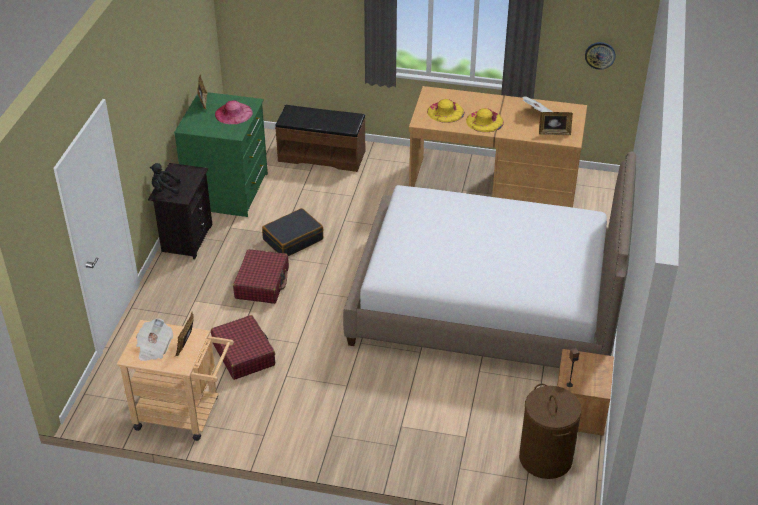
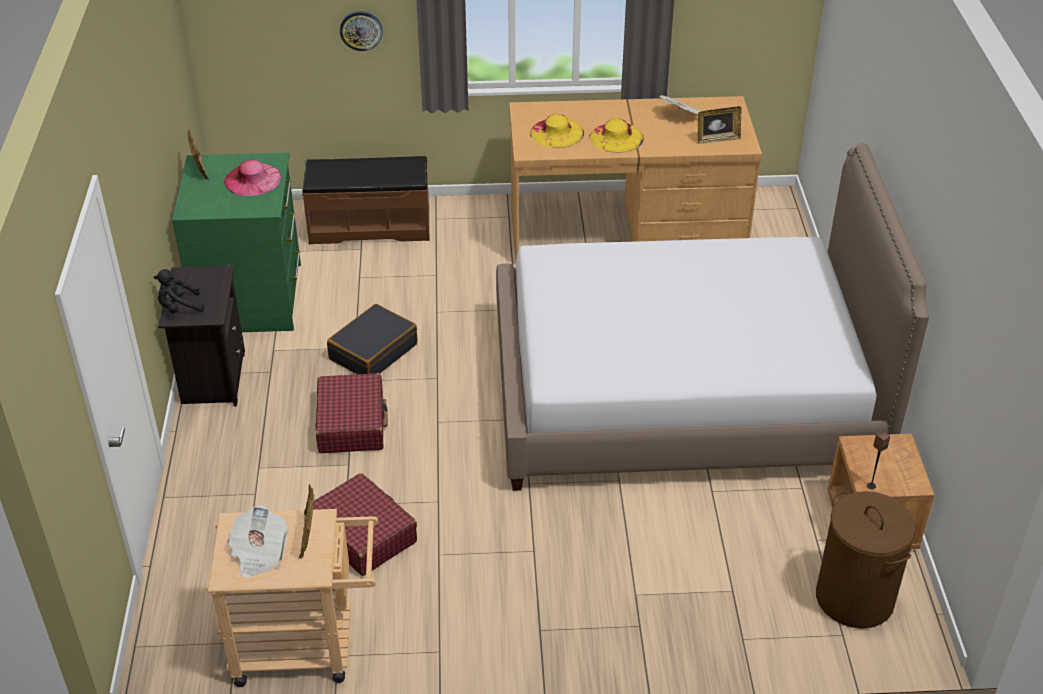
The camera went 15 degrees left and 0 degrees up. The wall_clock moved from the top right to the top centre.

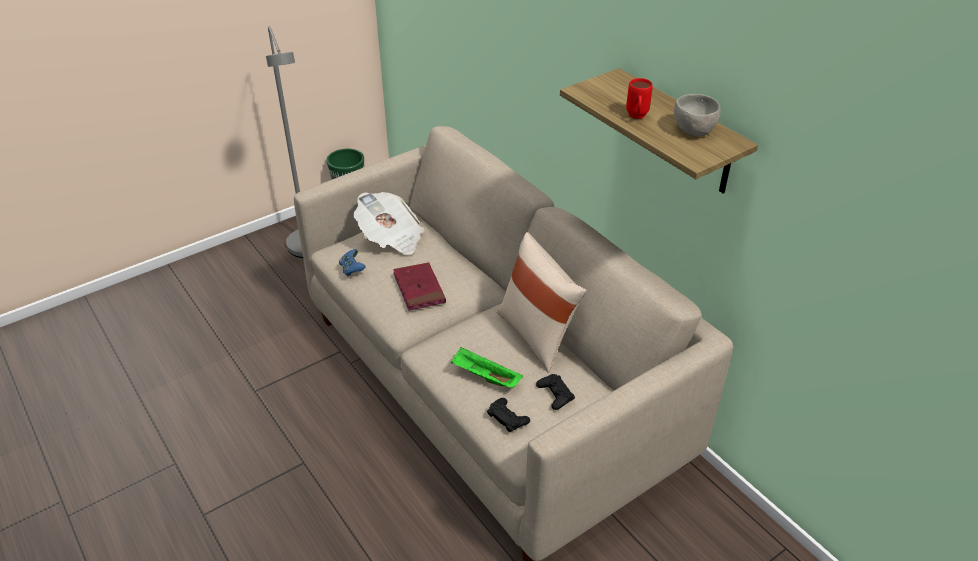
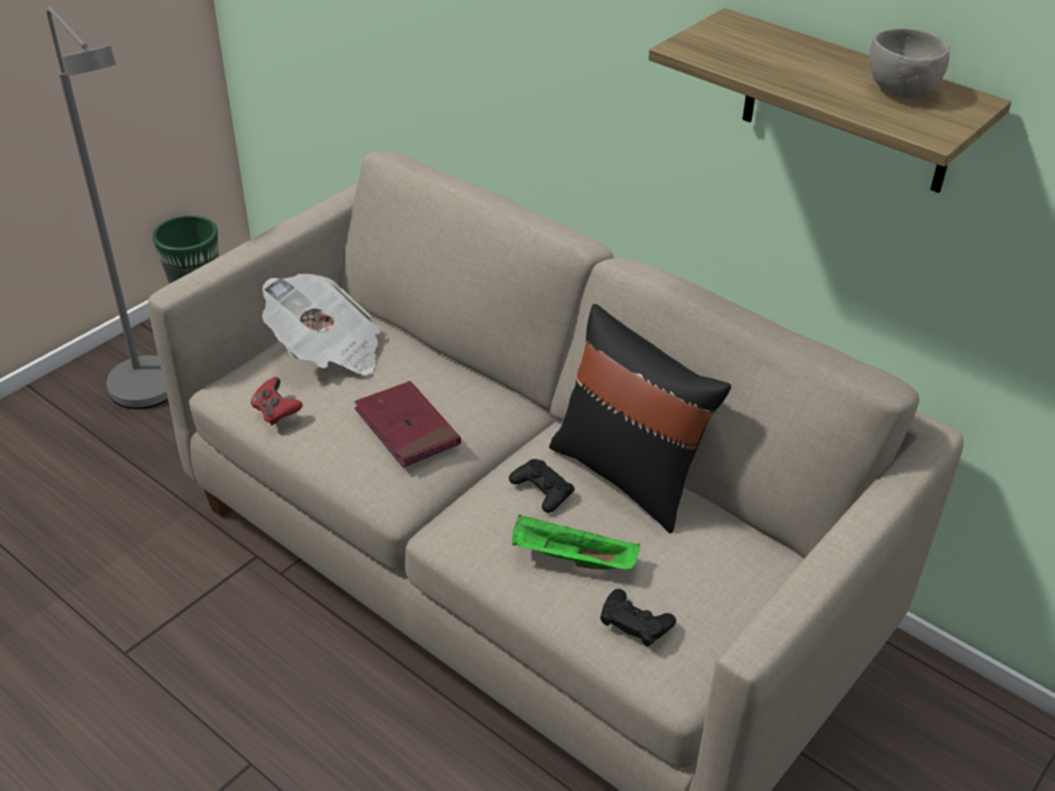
The camera went 15 degrees left and 0 degrees up. The blue_game_controller at the centre became the red_game_controller at the middle left. The beige_pillow at the centre became the black_pillow at the centre. The black_game_controller (no. 2 from left in the first image) moved from the bottom centre to the centre. The red_mug at the top centre disappeared.

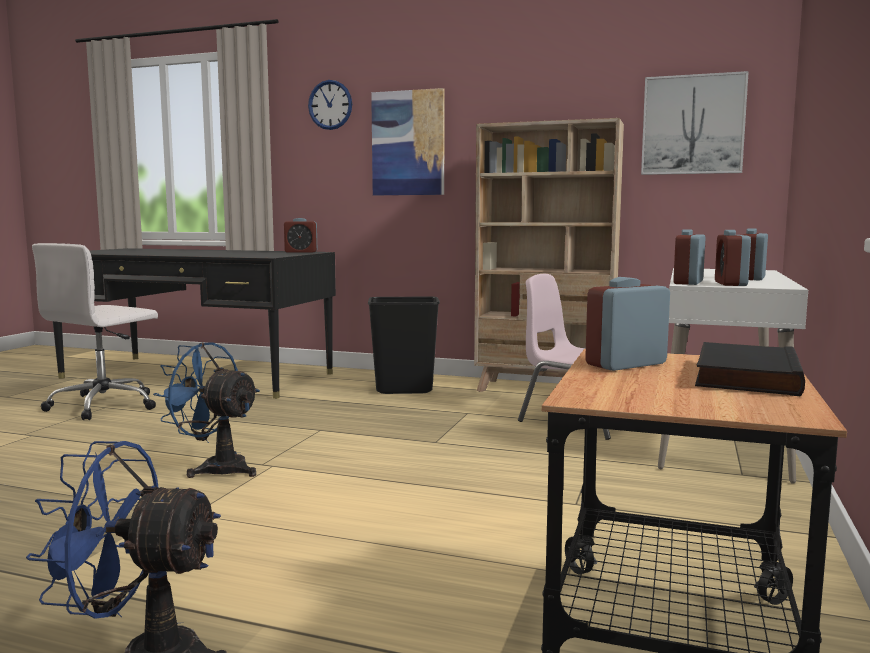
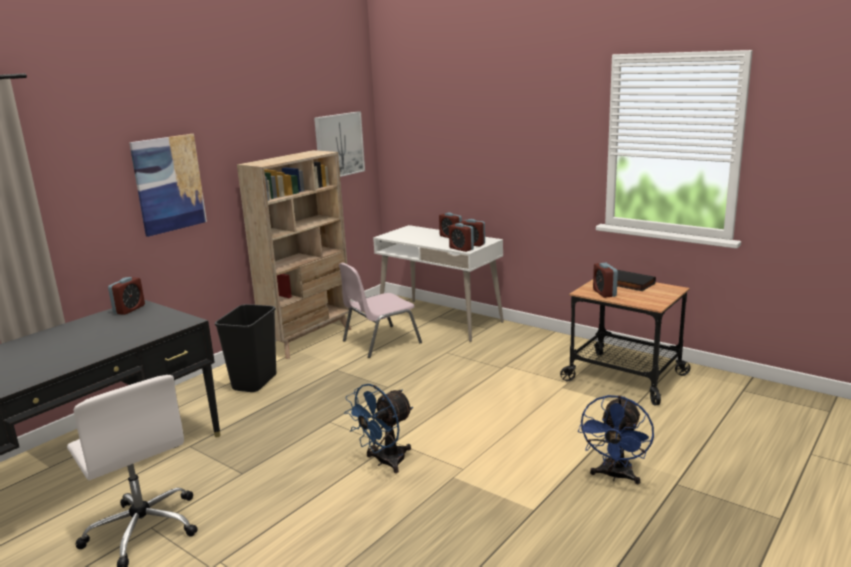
The camera went 70 degrees left and 10 degrees up. The wall_clock at the top centre disappeared.

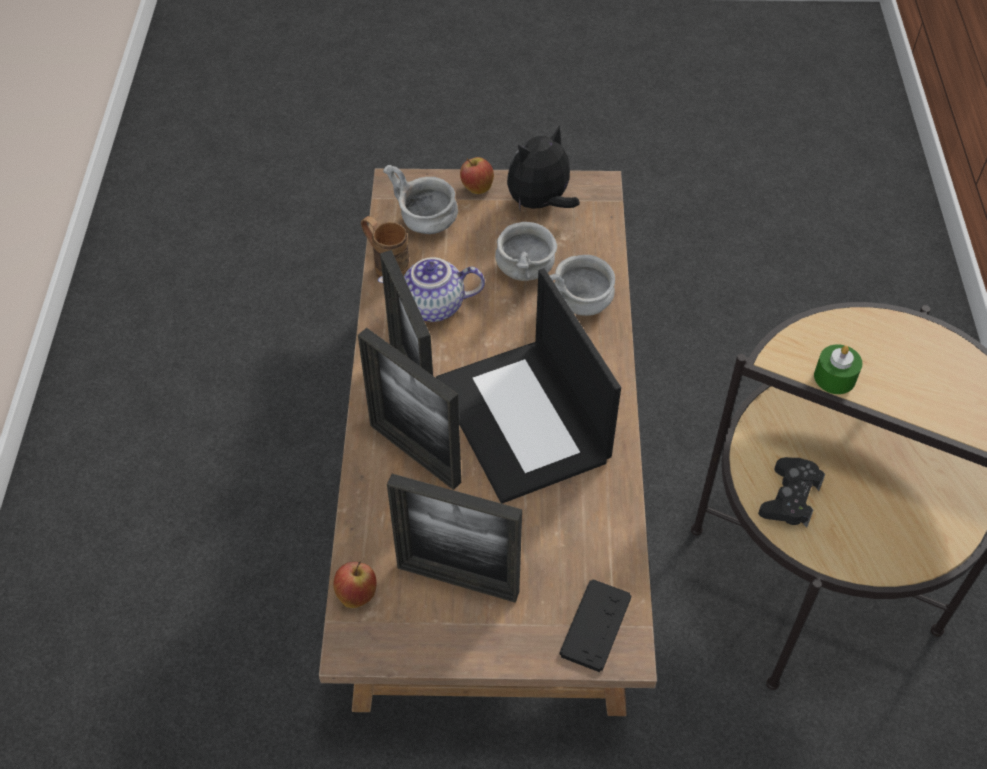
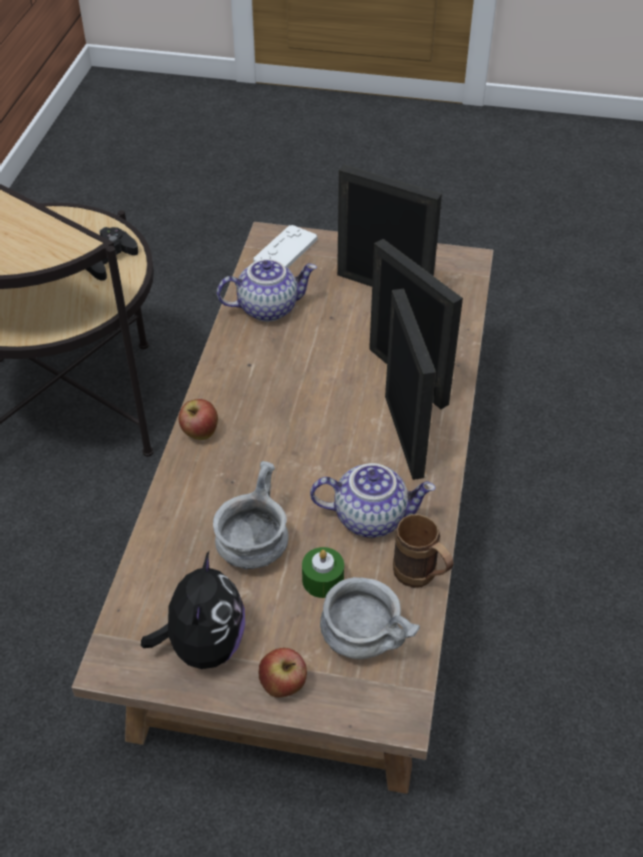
The camera went 170 degrees left and 5 degrees down. The apple (no. 1 from left) moved from the bottom centre to the middle left. The laptop at the centre disappeared. The plush_toy at the top centre turned 60 degrees counterclockwise. The grey_bowl (no. 3 from left) at the centre disappeared. The black_game_controller (no. 1 from left) at the bottom centre became the white_game_controller at the top centre. The green_candle moved from the middle right to the bottom centre. The teapot (no. 1 from left) at the centre appeared.

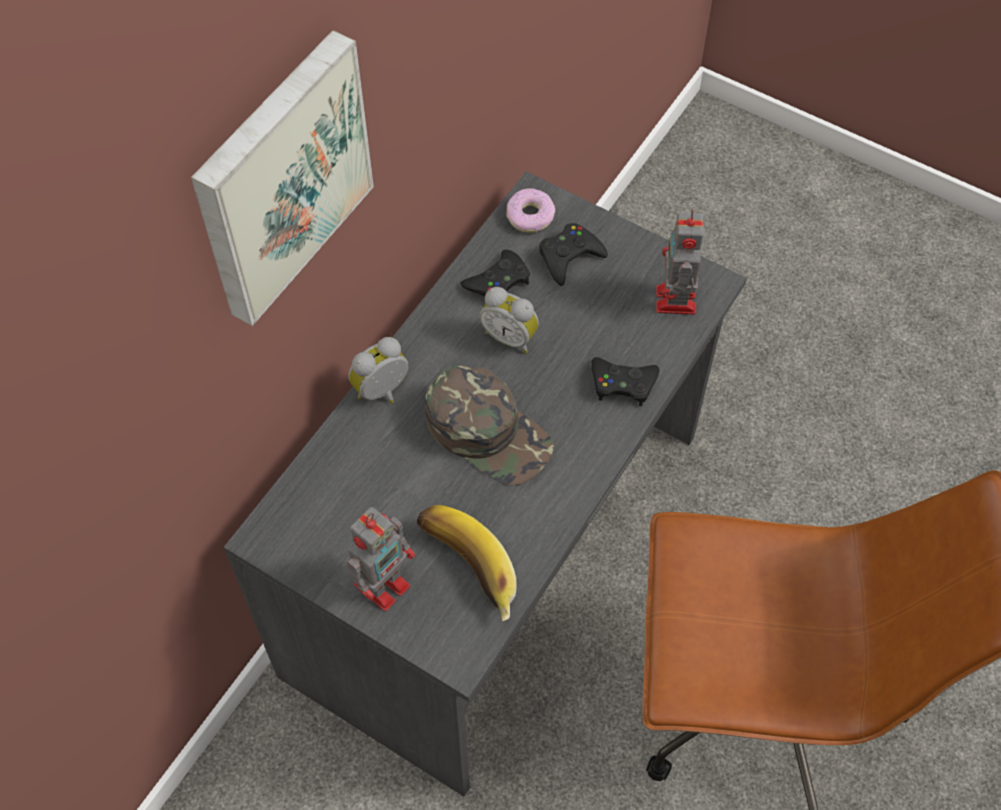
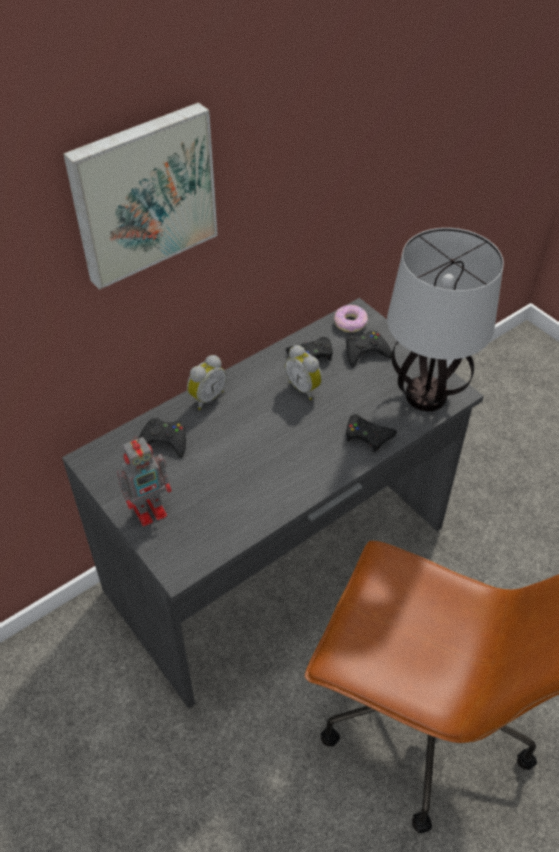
The camera went 20 degrees right and 10 degrees down. The alarm_clock (no. 1 from left) at the centre turned 150 degrees clockwise. The banana at the bottom centre disappeared. The green_cap at the centre disappeared. The toy_robot (no. 2 from left) at the top right was replaced by the table_lamp at the middle right. The black_game_controller (no. 1 from left) at the middle left appeared.

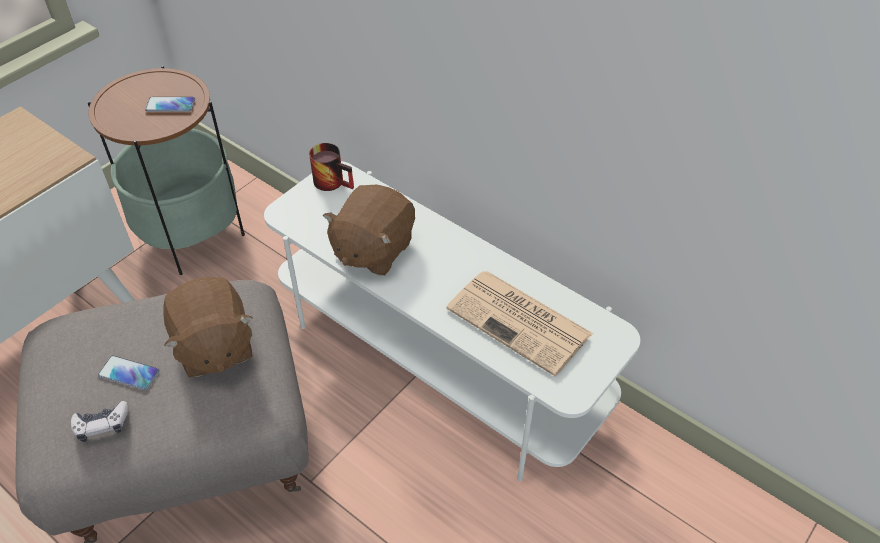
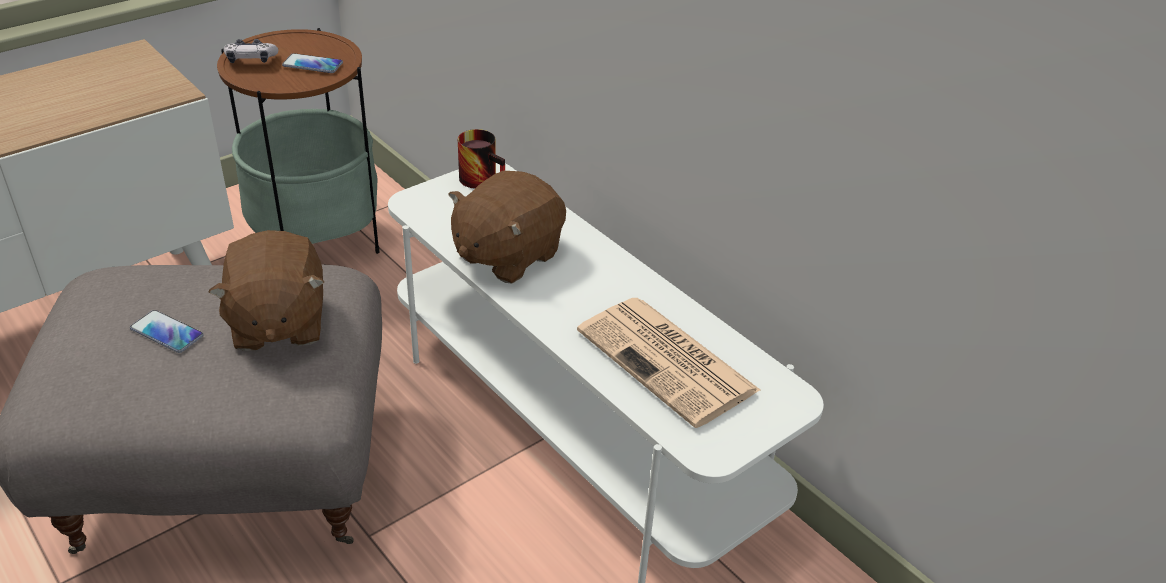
The camera went 10 degrees right and 10 degrees down. The game_controller moved from the bottom left to the top left.

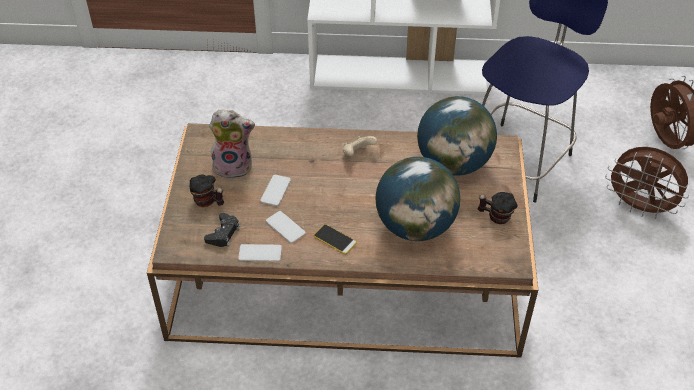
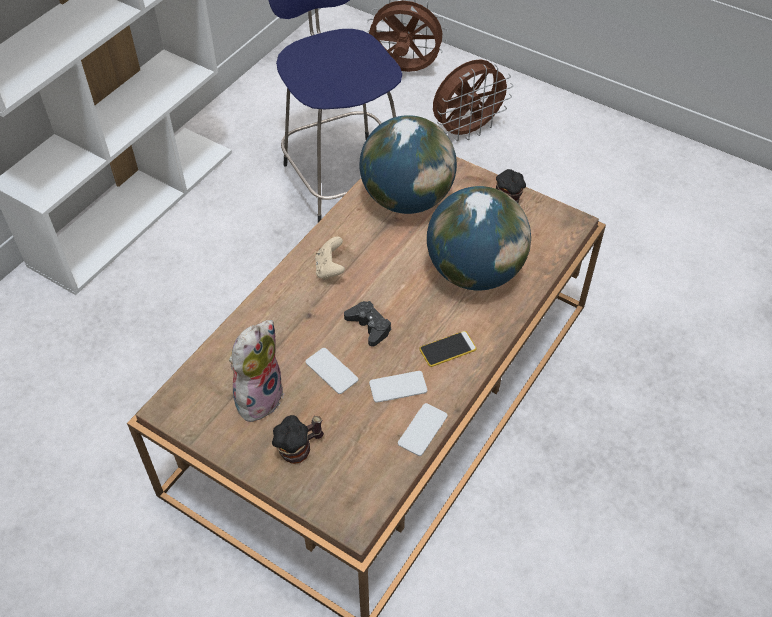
The camera went 60 degrees left and 5 degrees up. The black_game_controller moved from the middle left to the centre.

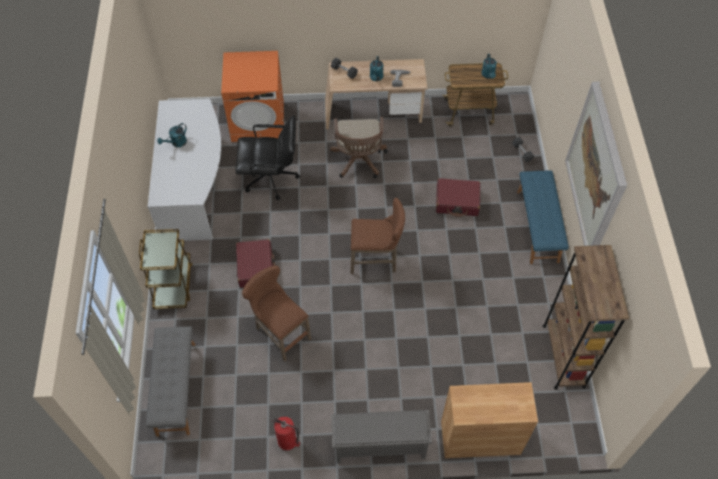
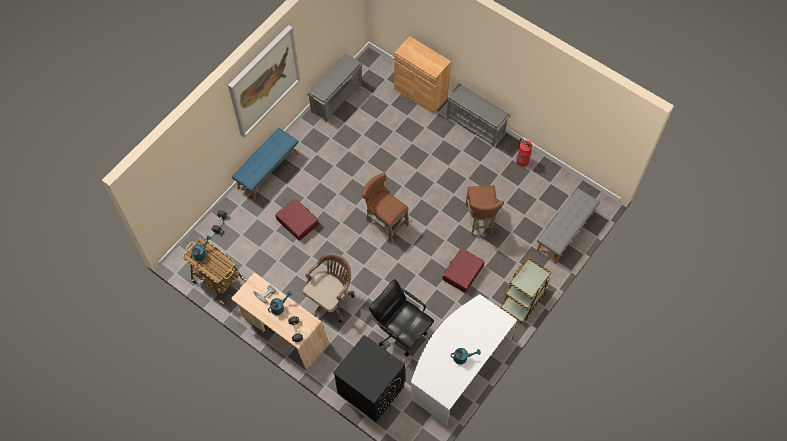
The camera went 140 degrees left and 5 degrees up. The orange_washing_machine at the top centre became the black_washing_machine at the bottom centre. The brown_bookcase at the middle right was replaced by the grey_shoe_rack (no. 1 from left) at the top centre.

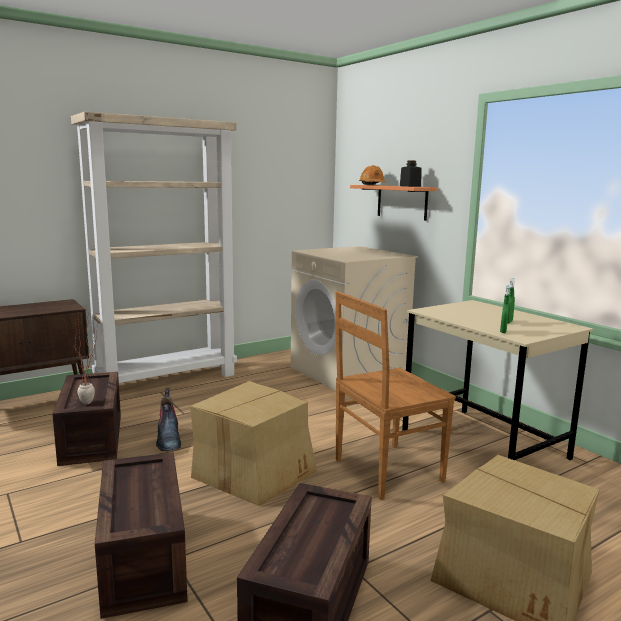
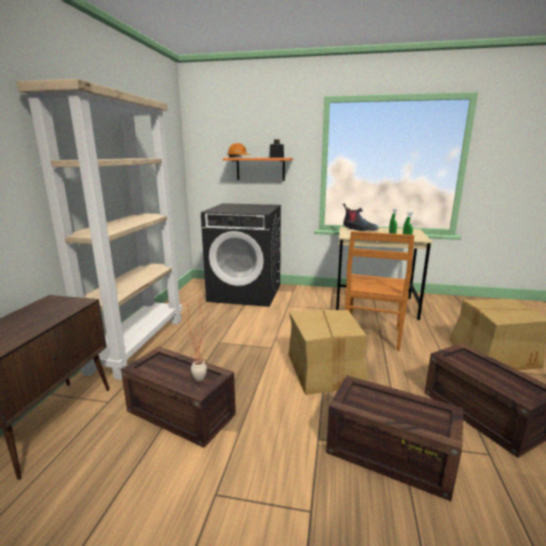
The camera went 45 degrees left and 5 degrees up. The boot moved from the bottom left to the centre. The beige_washing_machine at the centre became the black_washing_machine at the centre.

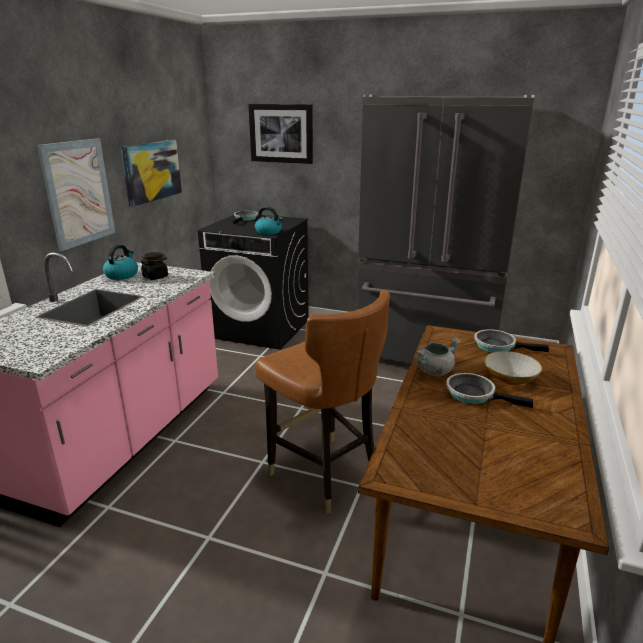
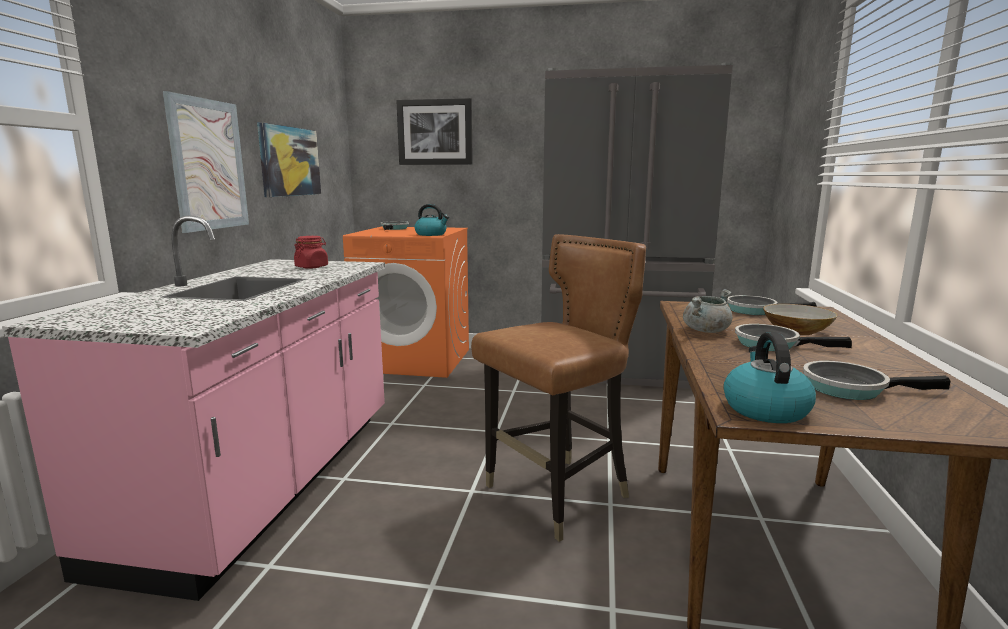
The camera went 10 degrees left and 10 degrees down. The kettle (no. 1 from left in the first image) moved from the middle left to the middle right. The black_jar at the middle left became the red_jar at the middle left. The black_washing_machine at the centre became the orange_washing_machine at the centre. The brown_chair at the centre turned 75 degrees counterclockwise. The frying_pan (no. 4 from left) at the middle right appeared.

